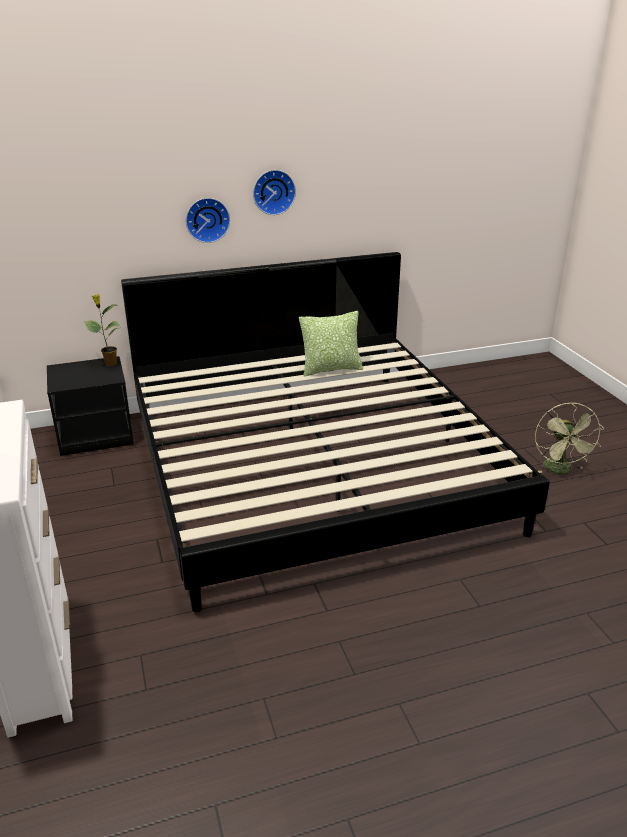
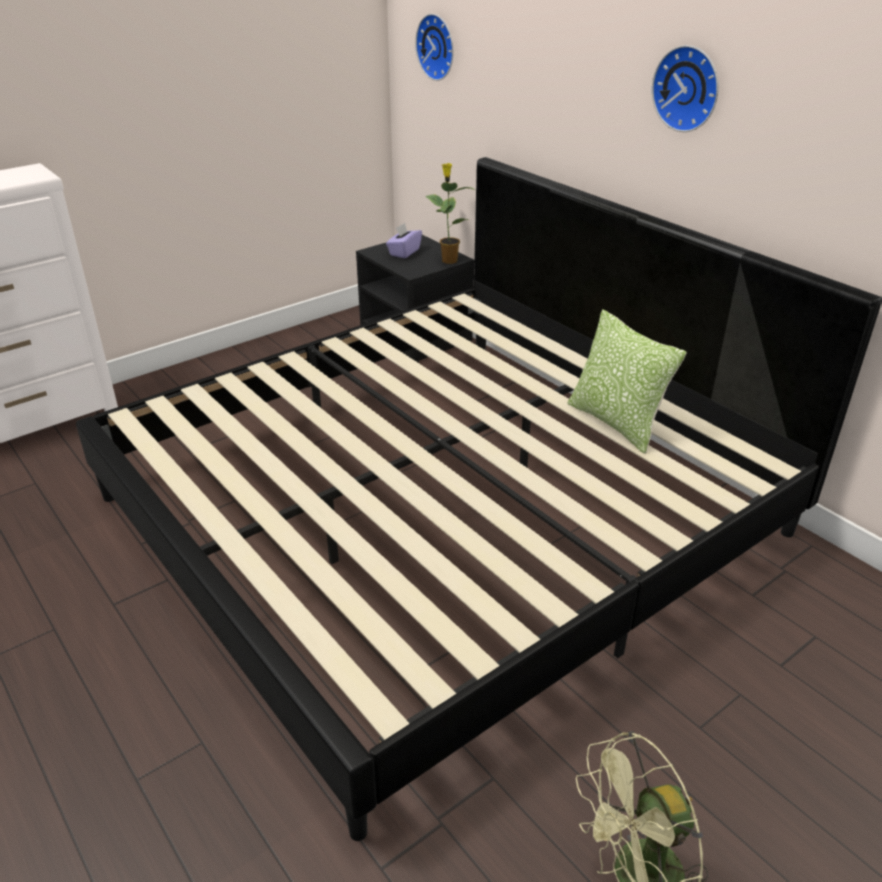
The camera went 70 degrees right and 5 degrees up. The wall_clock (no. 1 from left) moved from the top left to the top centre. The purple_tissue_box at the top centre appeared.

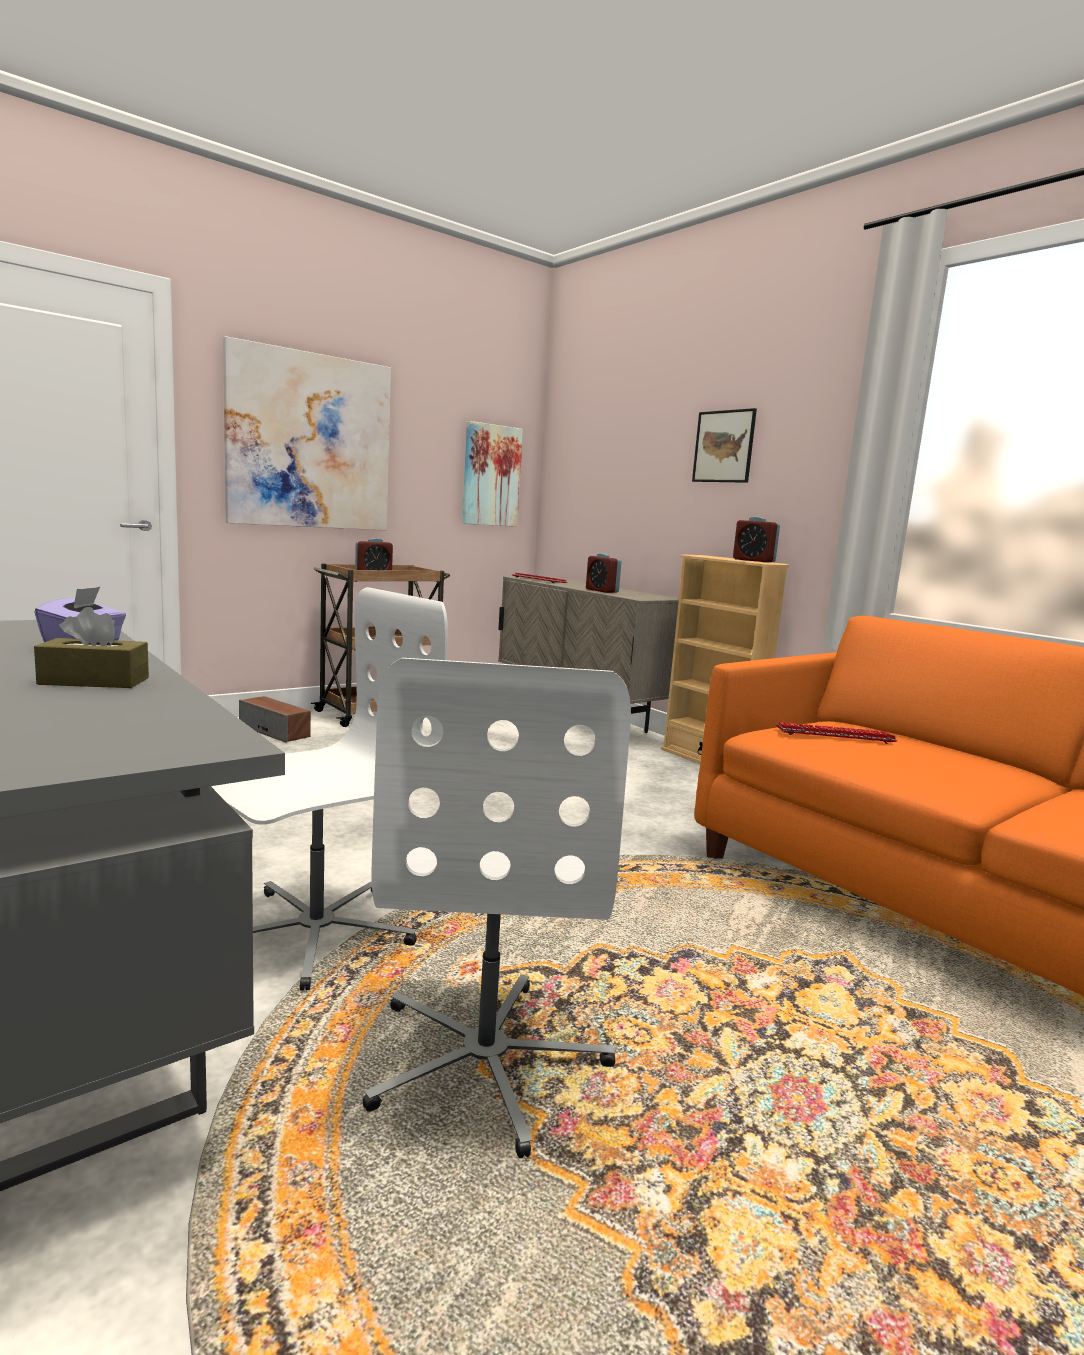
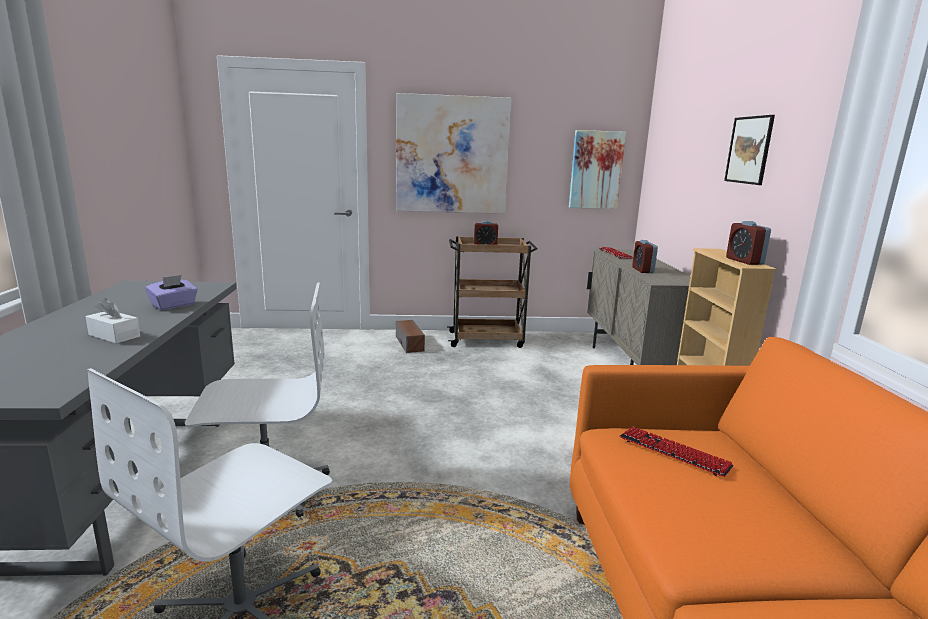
The camera went 35 degrees right and 5 degrees up. The brown_tissue_box at the middle left became the white_tissue_box at the middle left.

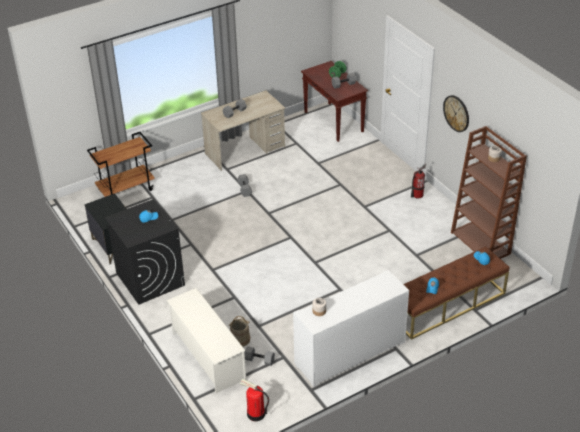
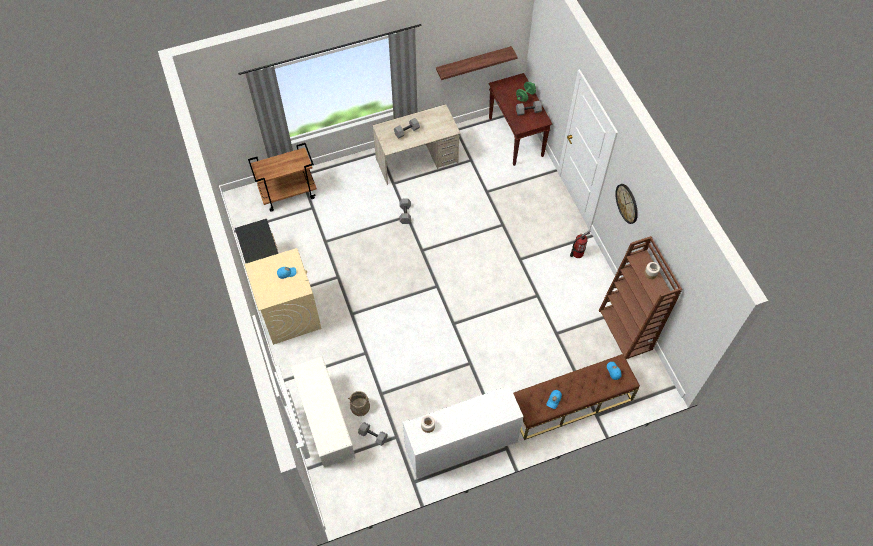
The camera went 10 degrees right and 20 degrees up. The black_washing_machine at the middle left became the beige_washing_machine at the middle left. The fire_extinguisher (no. 1 from left) at the bottom centre disappeared. The shelf at the top centre appeared.

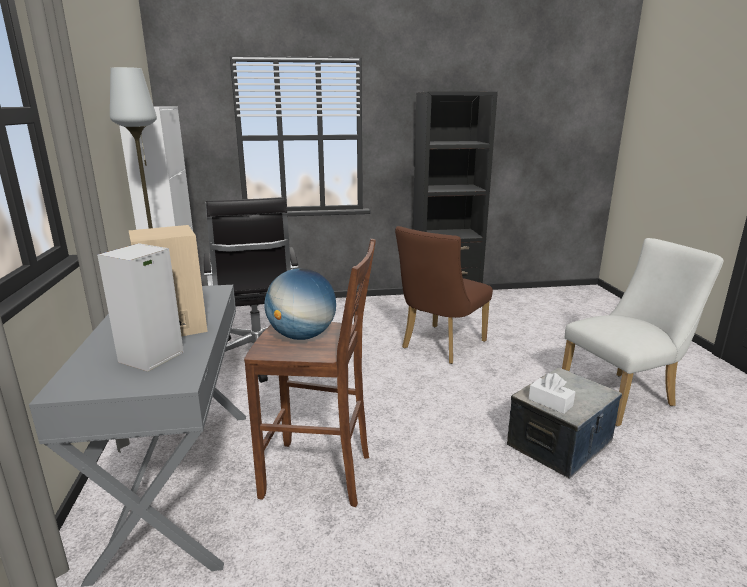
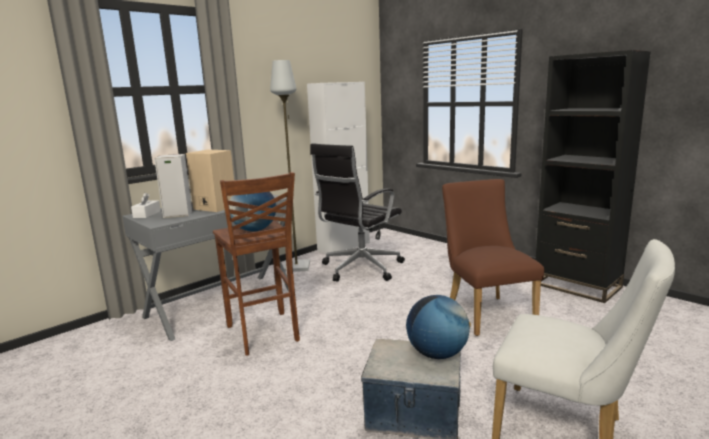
The camera went 55 degrees right and 5 degrees down. The brown_chair at the centre turned 75 degrees clockwise. The white_tissue_box moved from the bottom right to the middle left. The globe (no. 2 from left) at the bottom centre appeared.

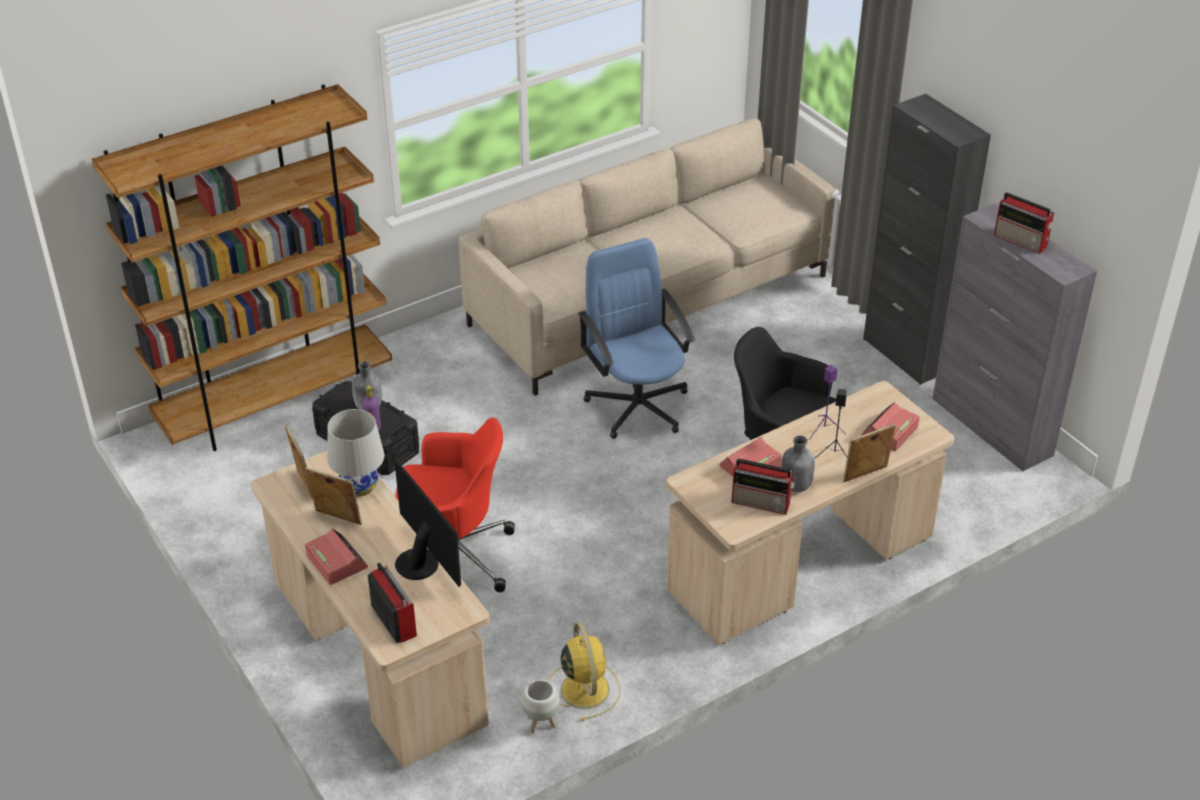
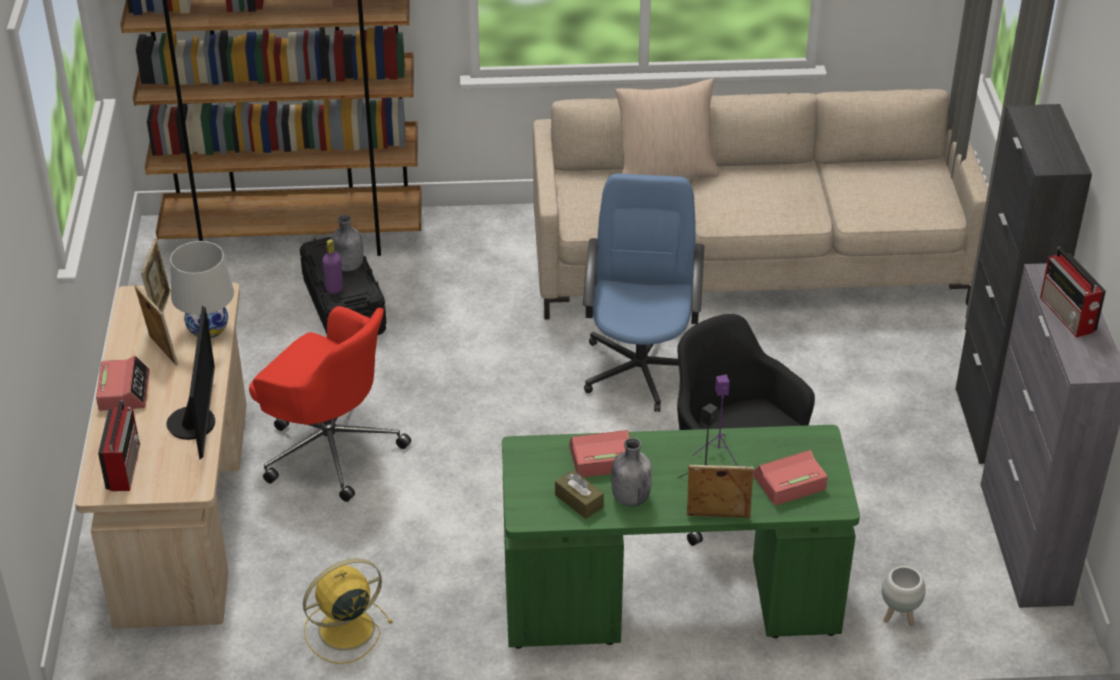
The camera went 30 degrees right and 0 degrees up. The white_planter moved from the bottom centre to the bottom right. The yellow_fan at the bottom centre turned 135 degrees counterclockwise. The beige_desk (no. 2 from left) at the middle right became the green_desk at the bottom centre. The radio (no. 2 from left) at the centre was replaced by the brown_tissue_box at the bottom centre. The beige_pillow at the top centre appeared.

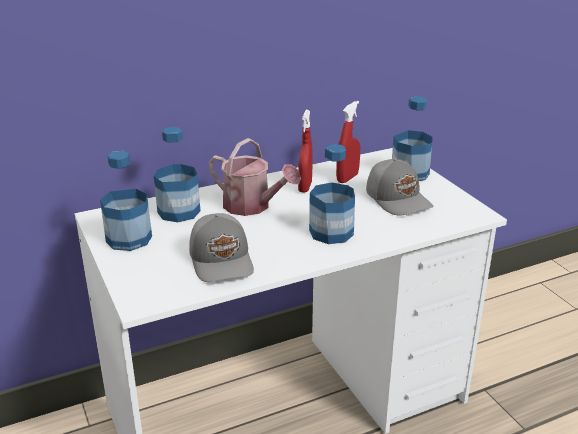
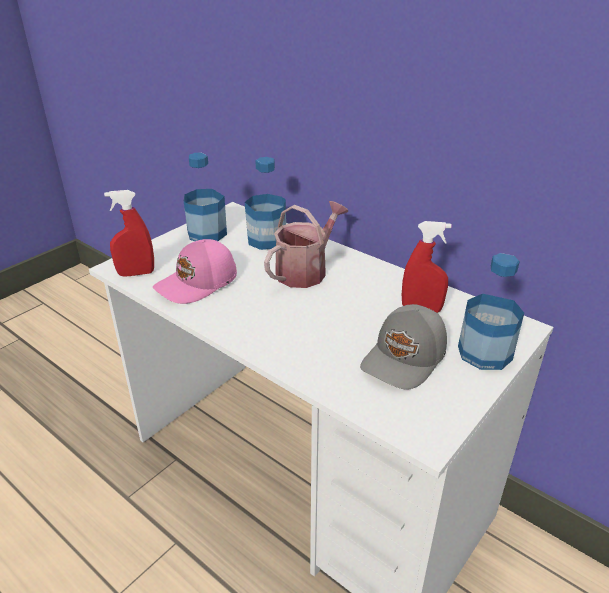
The camera went 65 degrees right and 5 degrees up. The grey_cap (no. 1 from left) at the centre became the pink_cap at the middle left. The watering_can at the centre turned 150 degrees counterclockwise. The red_spray_bottle (no. 1 from left) moved from the centre to the middle left. The bottle (no. 3 from left) at the centre disappeared.

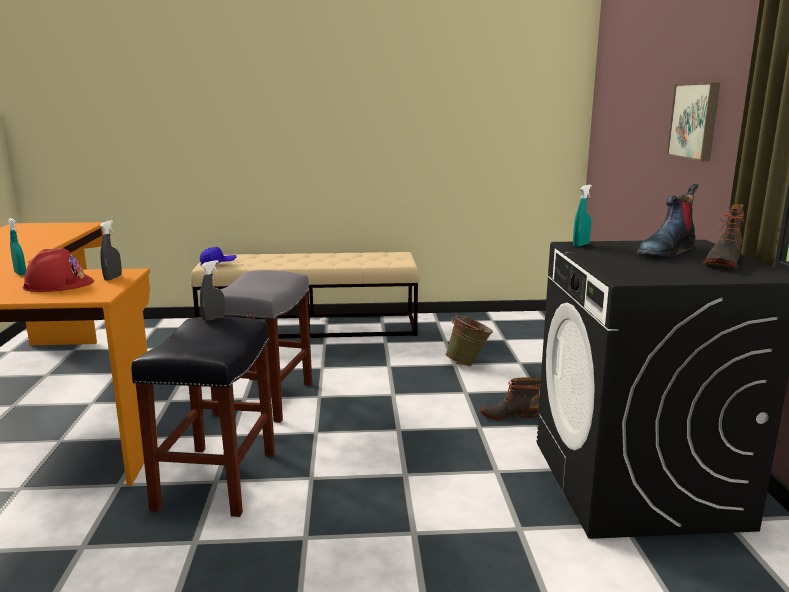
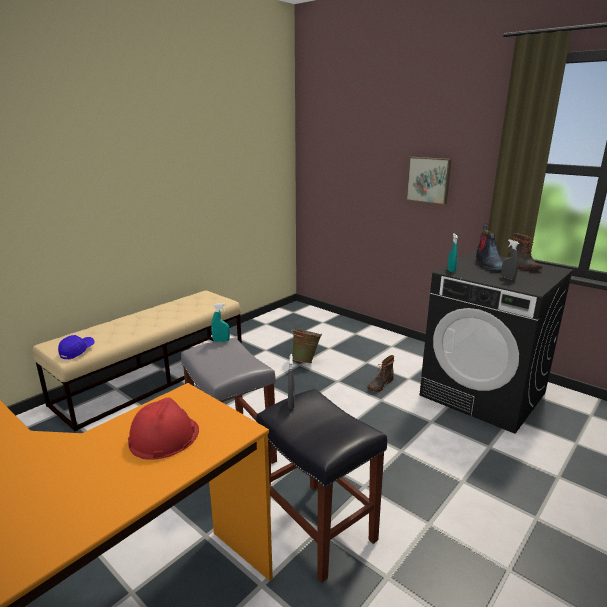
The camera went 45 degrees left and 5 degrees up. The turquoise_spray_bottle (no. 1 from left) moved from the middle left to the centre. The grey_spray_bottle (no. 1 from left in the first image) moved from the middle left to the middle right.

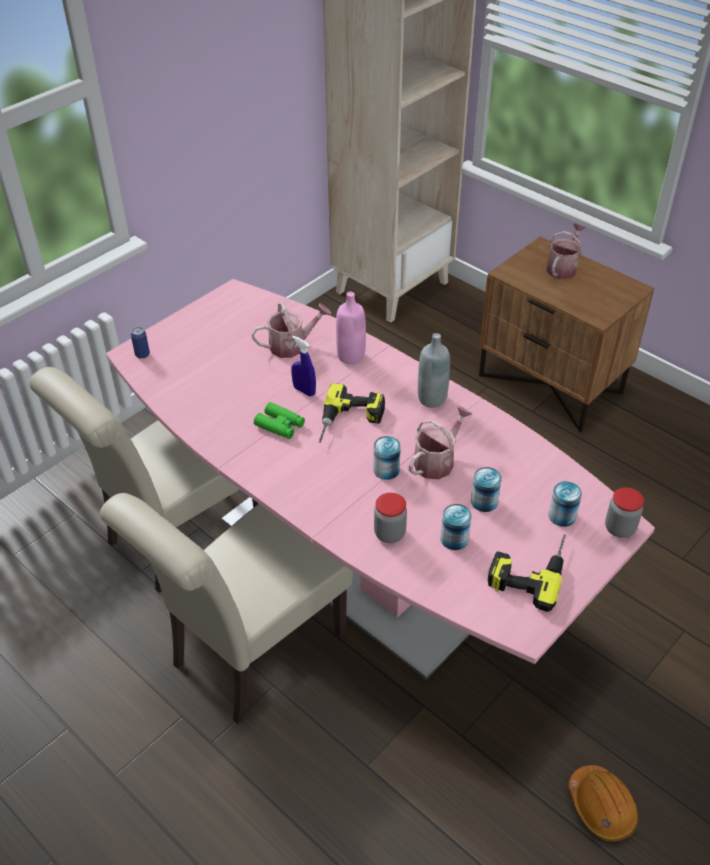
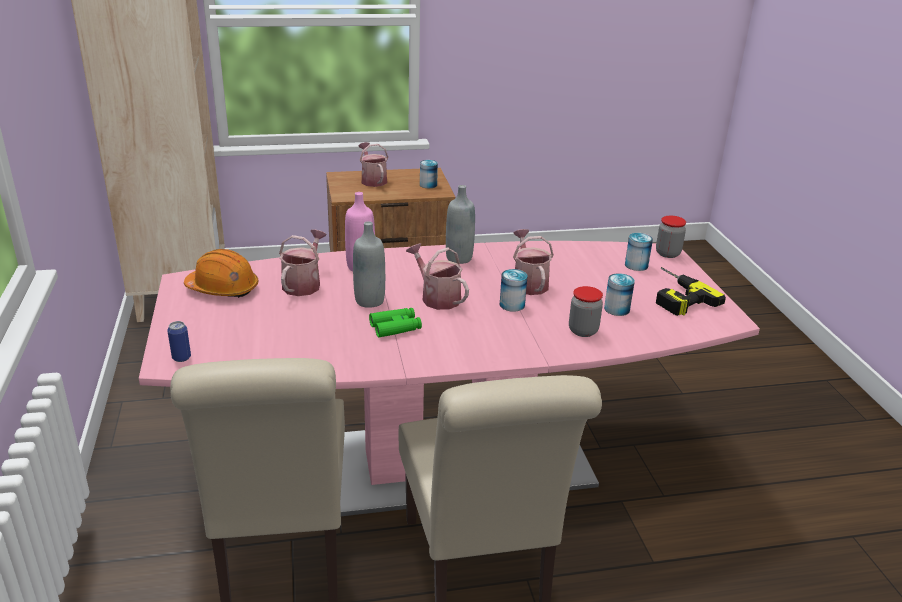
The camera went 55 degrees left and 15 degrees down. The blue_spray_bottle at the centre was replaced by the grey_bottle (no. 1 from left) at the centre. The power_drill (no. 1 from left) at the centre was replaced by the watering_can (no. 3 from left) at the centre. The can (no. 4 from left in the first image) moved from the middle right to the top centre. The orange_hard_hat moved from the bottom right to the middle left.

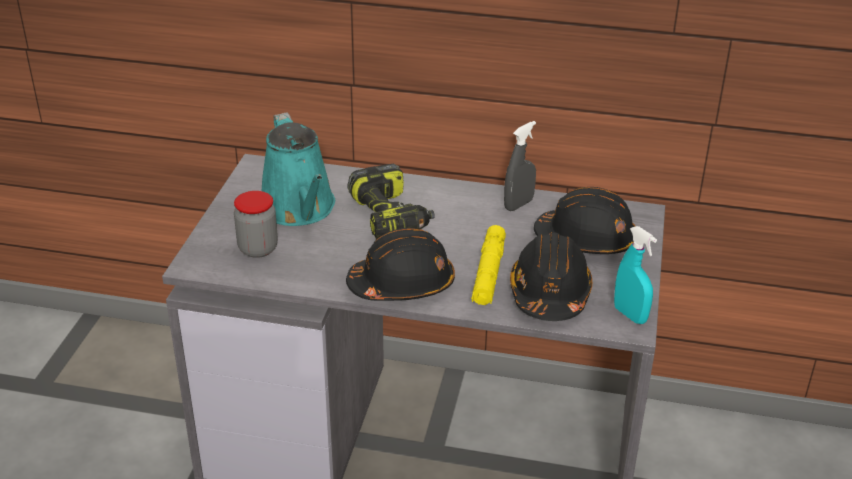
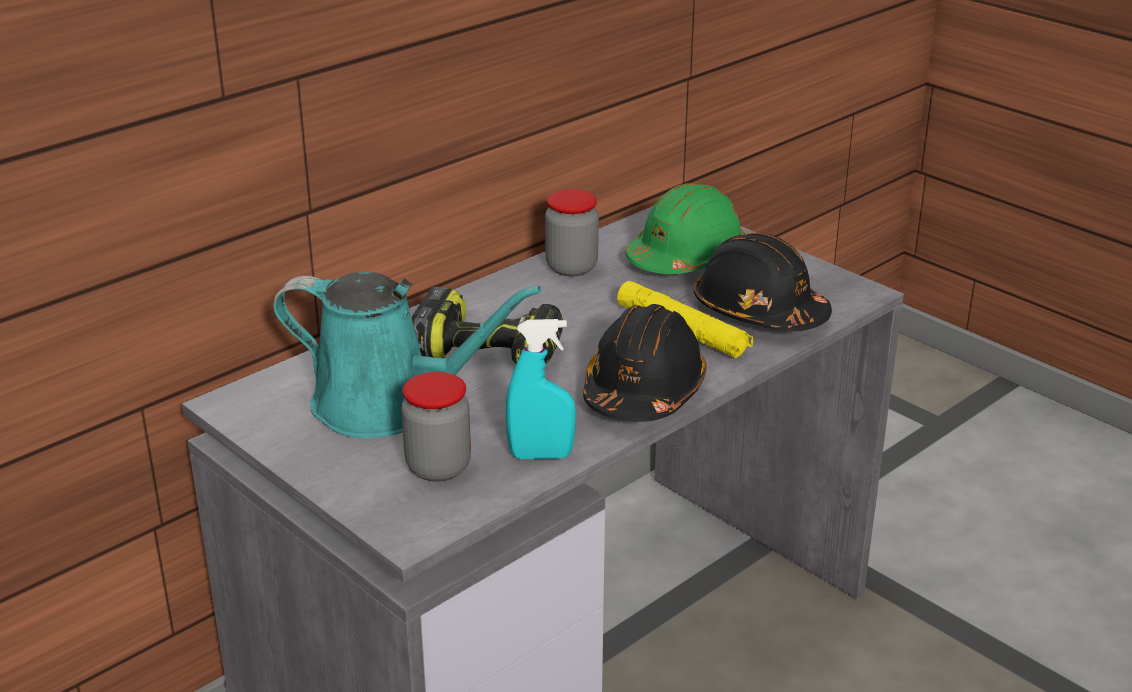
The camera went 55 degrees left and 5 degrees down. The grey_spray_bottle at the centre was replaced by the jar (no. 2 from left) at the centre. The black_hard_hat (no. 3 from left) at the middle right became the green_hard_hat at the top centre. The turquoise_spray_bottle moved from the middle right to the centre.

